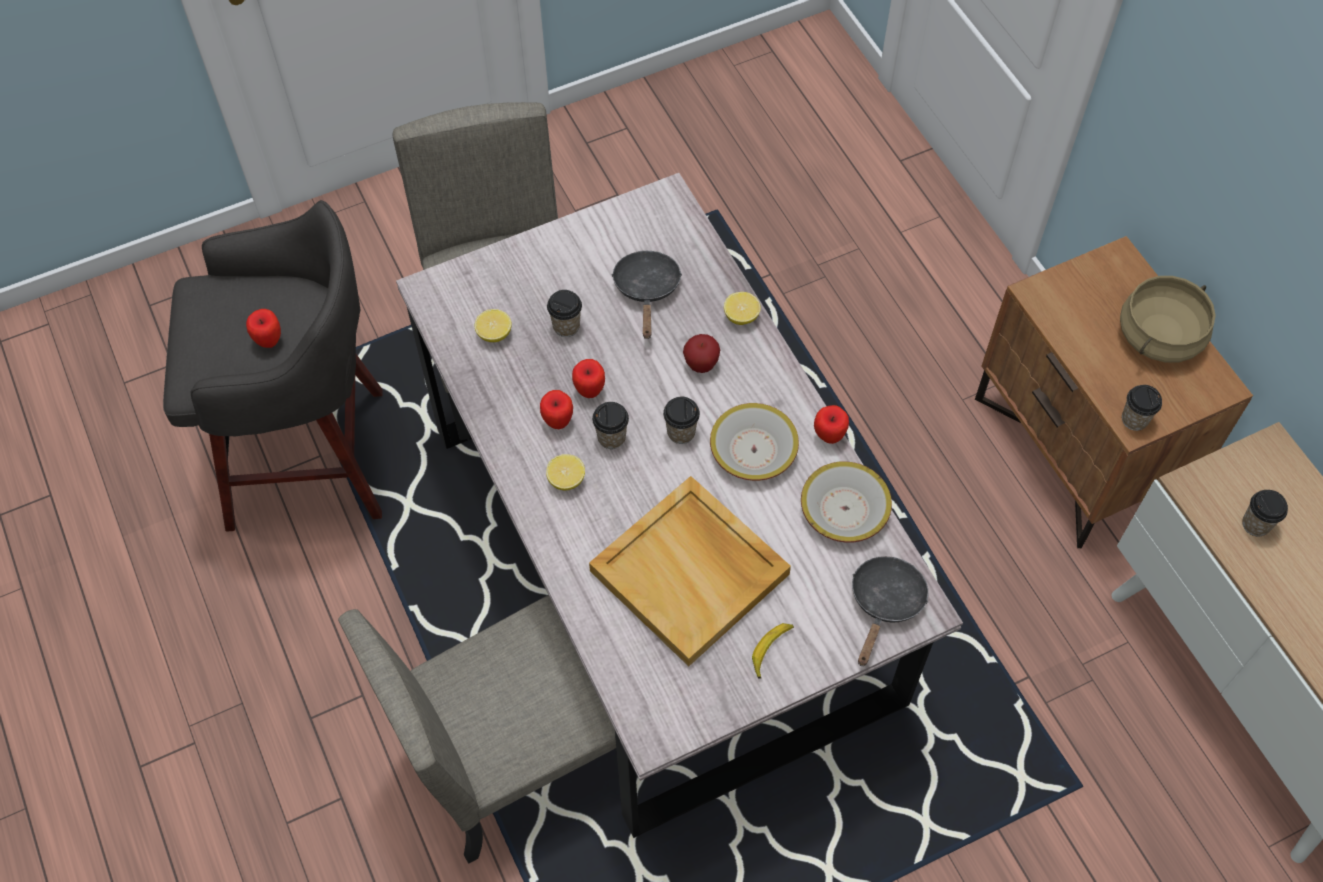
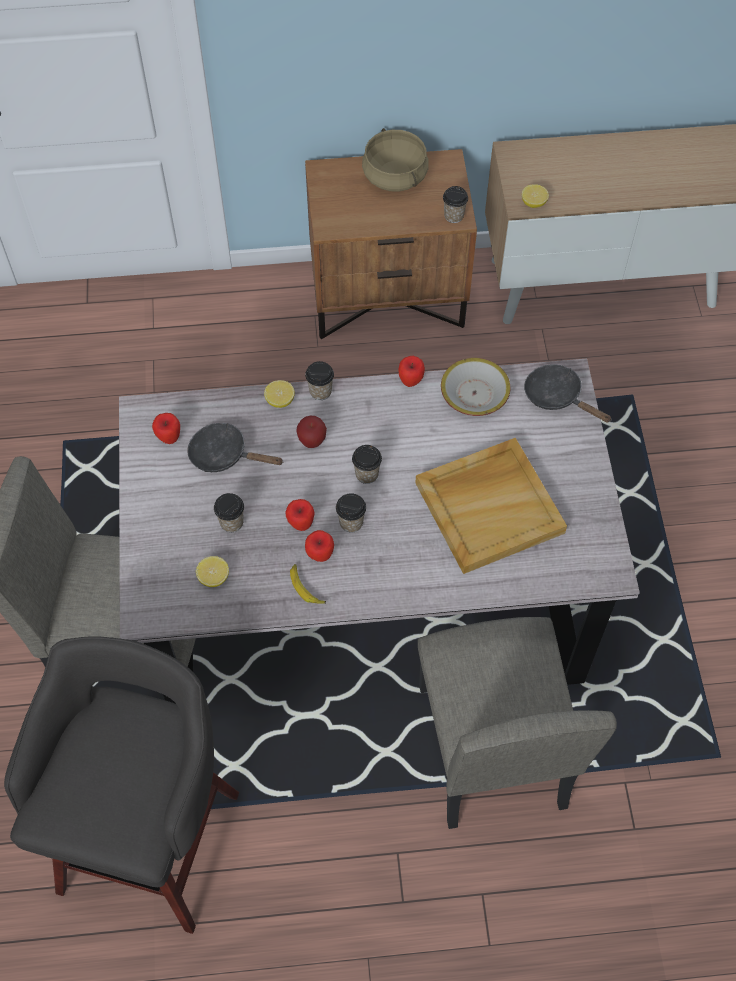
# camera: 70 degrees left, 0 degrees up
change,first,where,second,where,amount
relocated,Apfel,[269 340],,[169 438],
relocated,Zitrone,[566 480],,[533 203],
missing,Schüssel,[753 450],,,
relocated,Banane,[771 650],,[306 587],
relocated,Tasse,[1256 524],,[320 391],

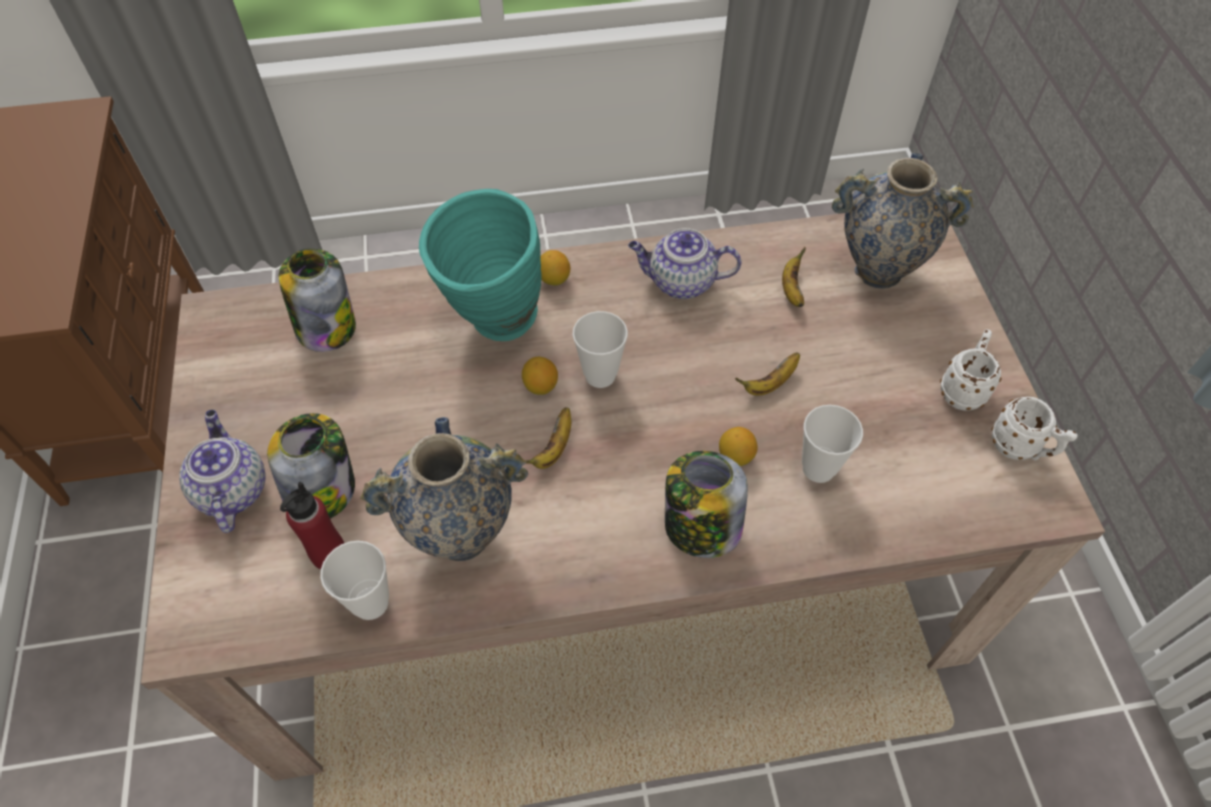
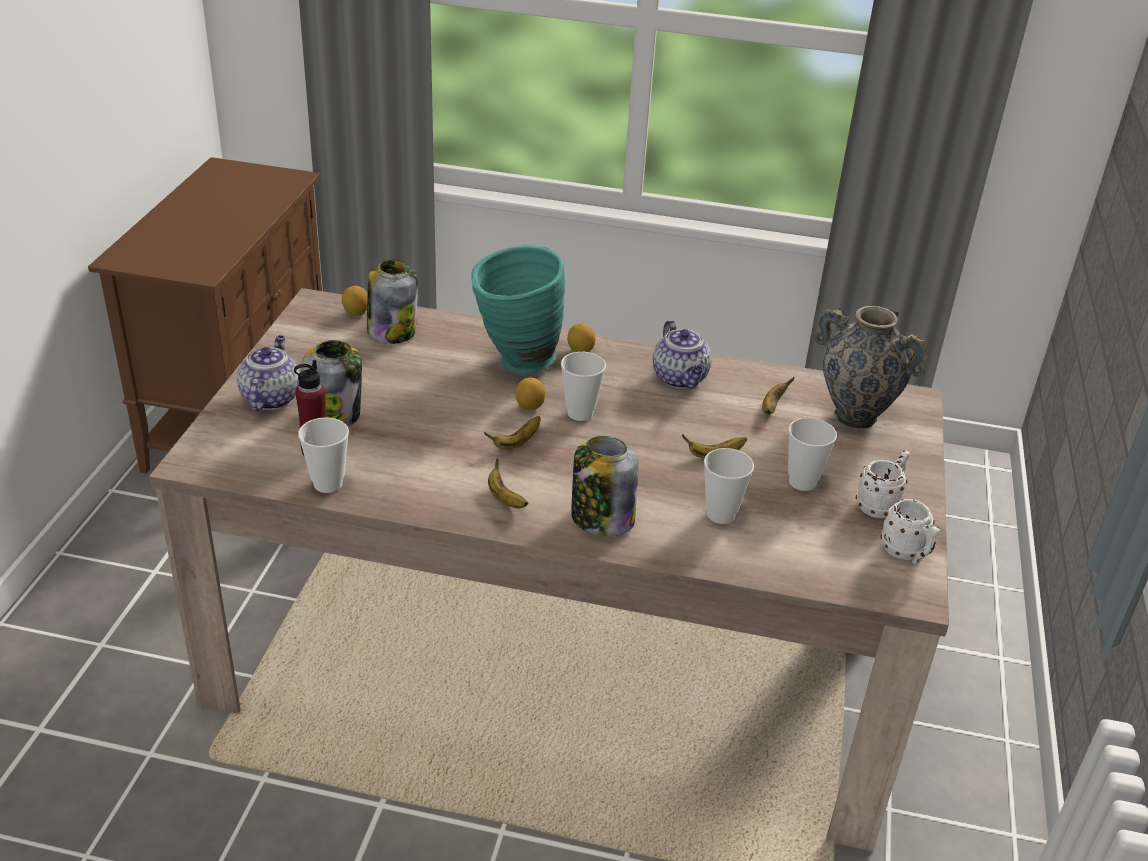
# camera: 20 degrees right, 20 degrees down
change,first,where,second,where,amount
missing,Vase,[461 535],,,
spun,Teekanne,[680 282],,[681 379],135 degrees counterclockwise
relocated,Zitrone,[735 456],,[356 313],
appeared,,,Banane,[504 498],
appeared,,,Tasse,[802 482],

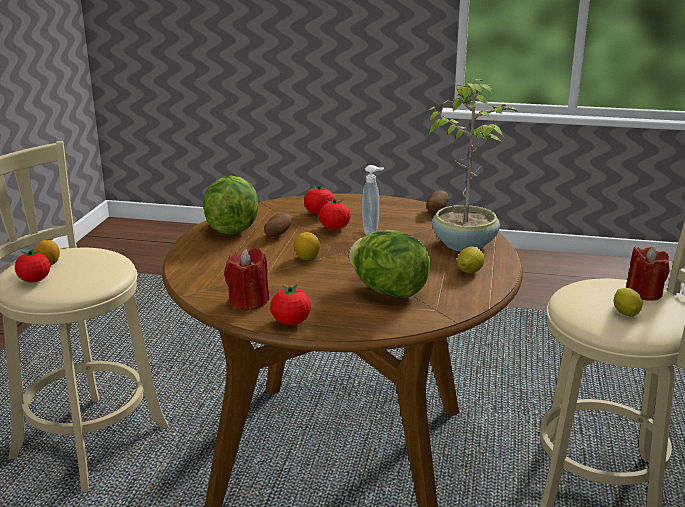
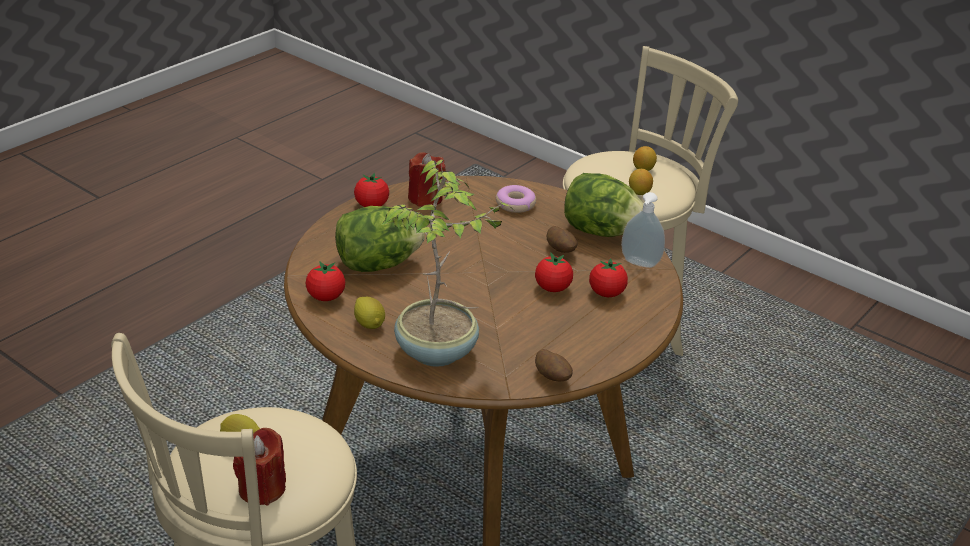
# camera: 115 degrees right, 10 degrees up
change,first,where,second,where,amount
relocated,Tomate,[34 280],,[325 297],
relocated,Zitrone,[307 258],,[639 192],
relocated,Seifenspender,[372 232],,[639 264],
appeared,,,Donut,[515 204],

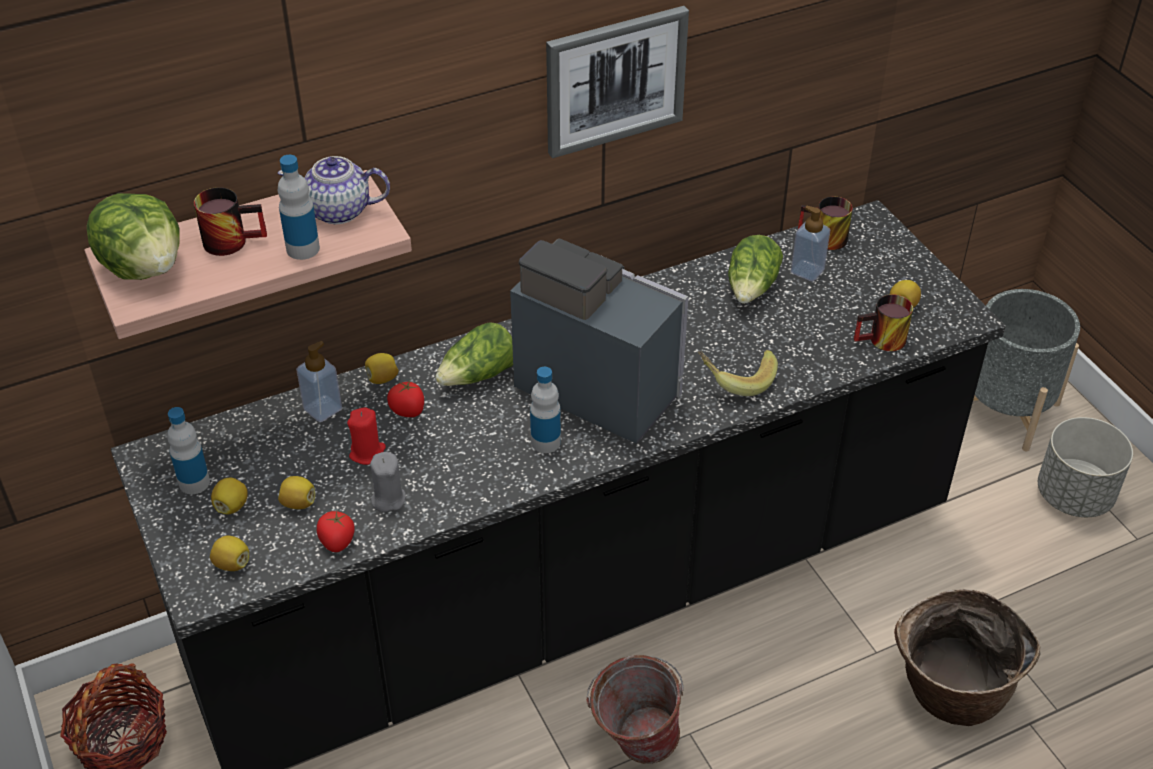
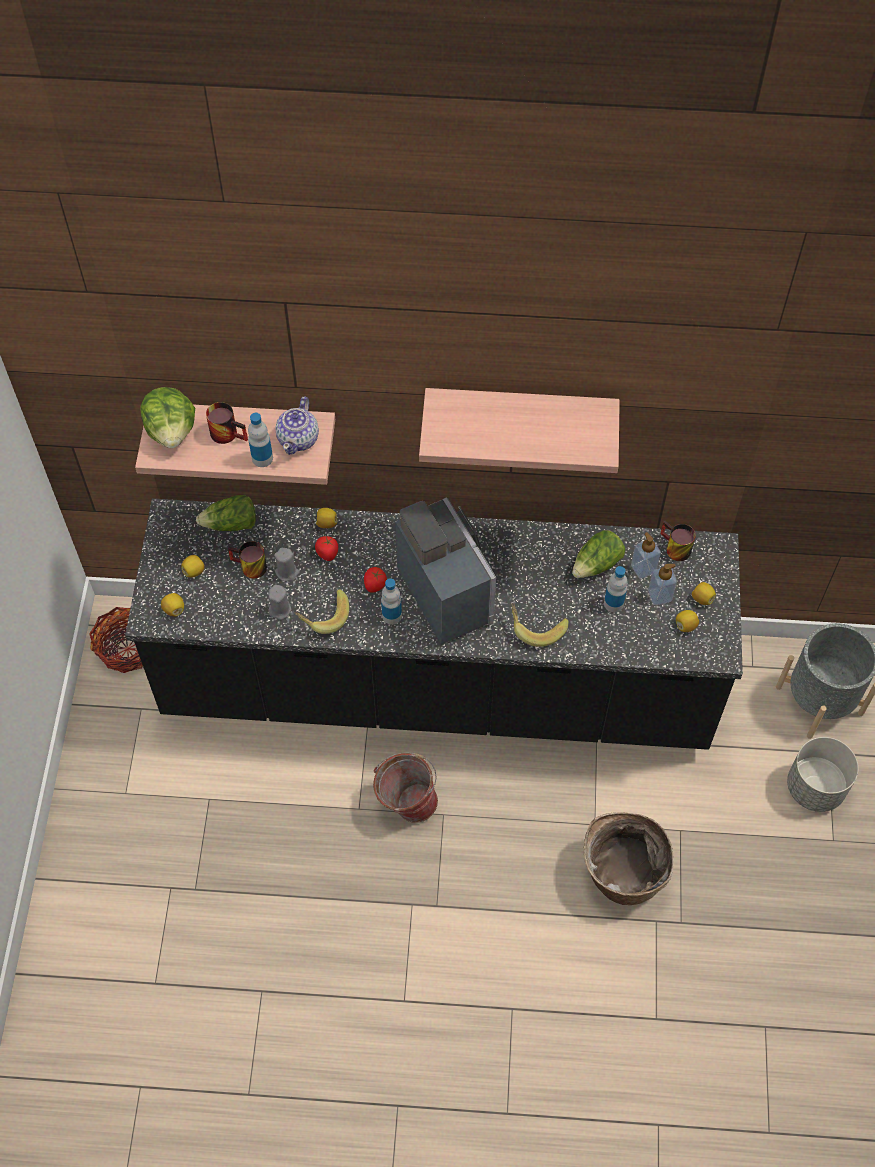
# camera: 30 degrees right, 15 degrees up
change,first,where,second,where,amount
relocated,Flasche,[194 482],,[613 603],
spun,Teekanne,[339 211],,[299 439],105 degrees counterclockwise
relocated,Zitrone,[298 503],,[702 598],
relocated,Seifenspender,[322 409],,[659 595],
relocated,Tomate,[337 541],,[375 585],
colour,Kerze (rot),[367 453],Kerze (grau),[287 572],
relocated,Salatkopf,[478 375],,[231 524],
exchanged,Bild,[614 80],Wandregal,[520 413],
relocated,Henkelbecher,[882 342],,[249 568],
appeared,,,Banane,[323 616],

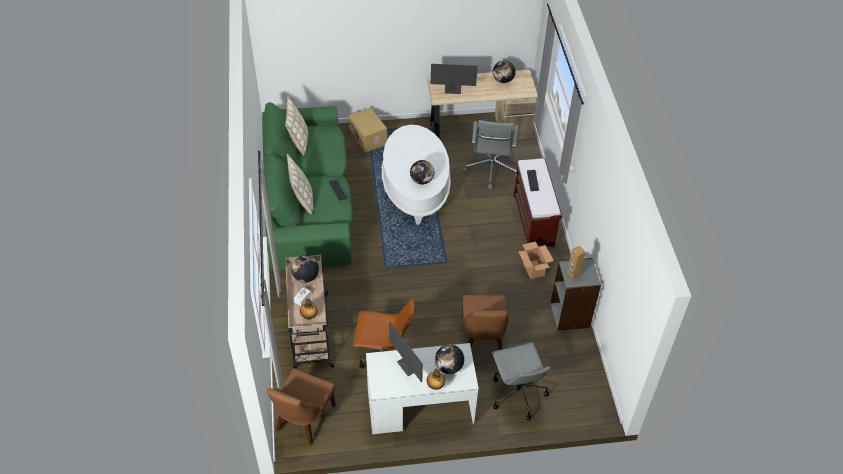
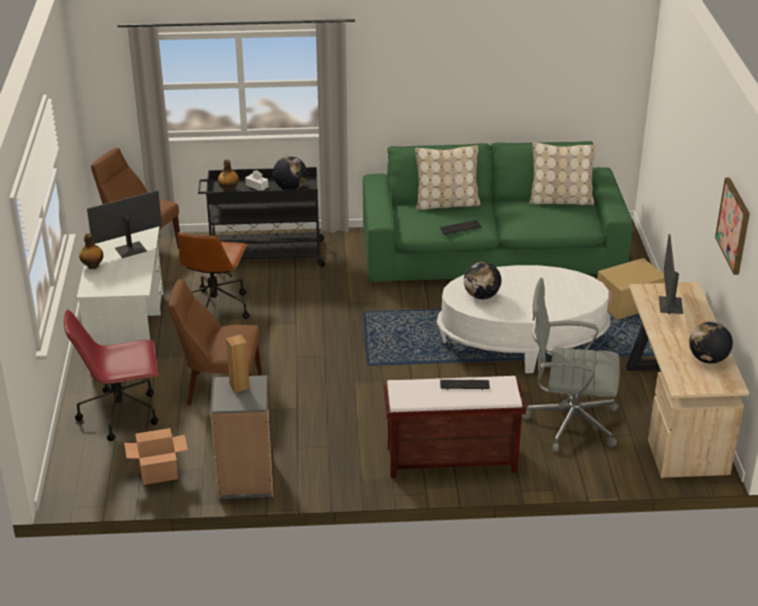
# camera: 95 degrees right, 15 degrees down
change,first,where,second,where,amount
colour,Rollwagen (beige),[310 332],Rollwagen (schwarz),[264 255],
missing,Globus,[448 367],,,
colour,Bürostuhl (grau),[517 394],Bürostuhl (rot),[121 413],
relocated,Karton,[533 269],,[159 473],
appeared,,,Bild,[734 225],

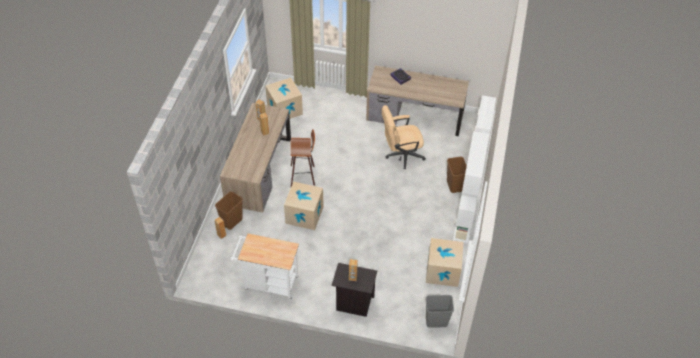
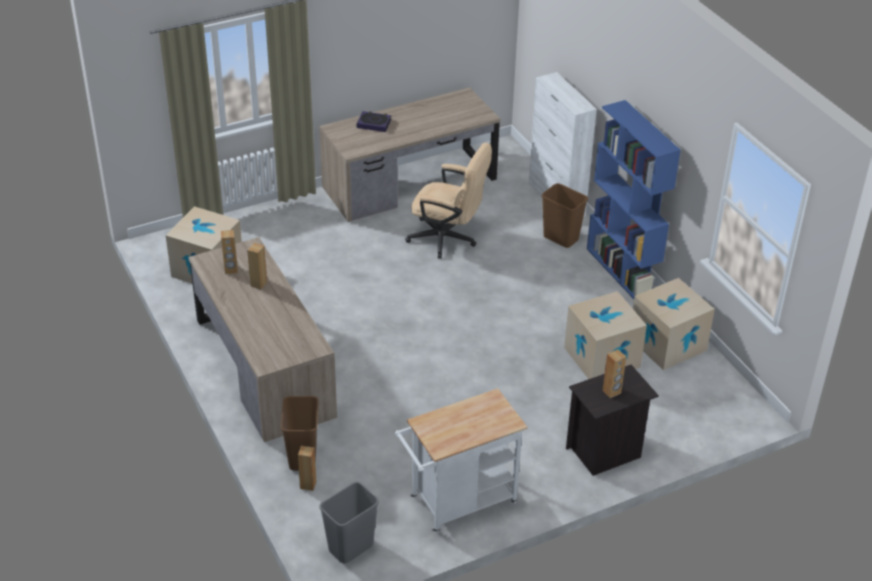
# camera: 40 degrees left, 10 degrees down
change,first,where,second,where,amount
relocated,Karton,[304 215],,[602 357],
missing,Hocker,[303 175],,,
spun,Bürostuhl (beige),[401 155],,[448 239],105 degrees counterclockwise
relocated,Mülleimer (grau),[436 322],,[351 548],
colour,Bücherregal (weiß),[464 221],Bücherregal (blau),[622 271],

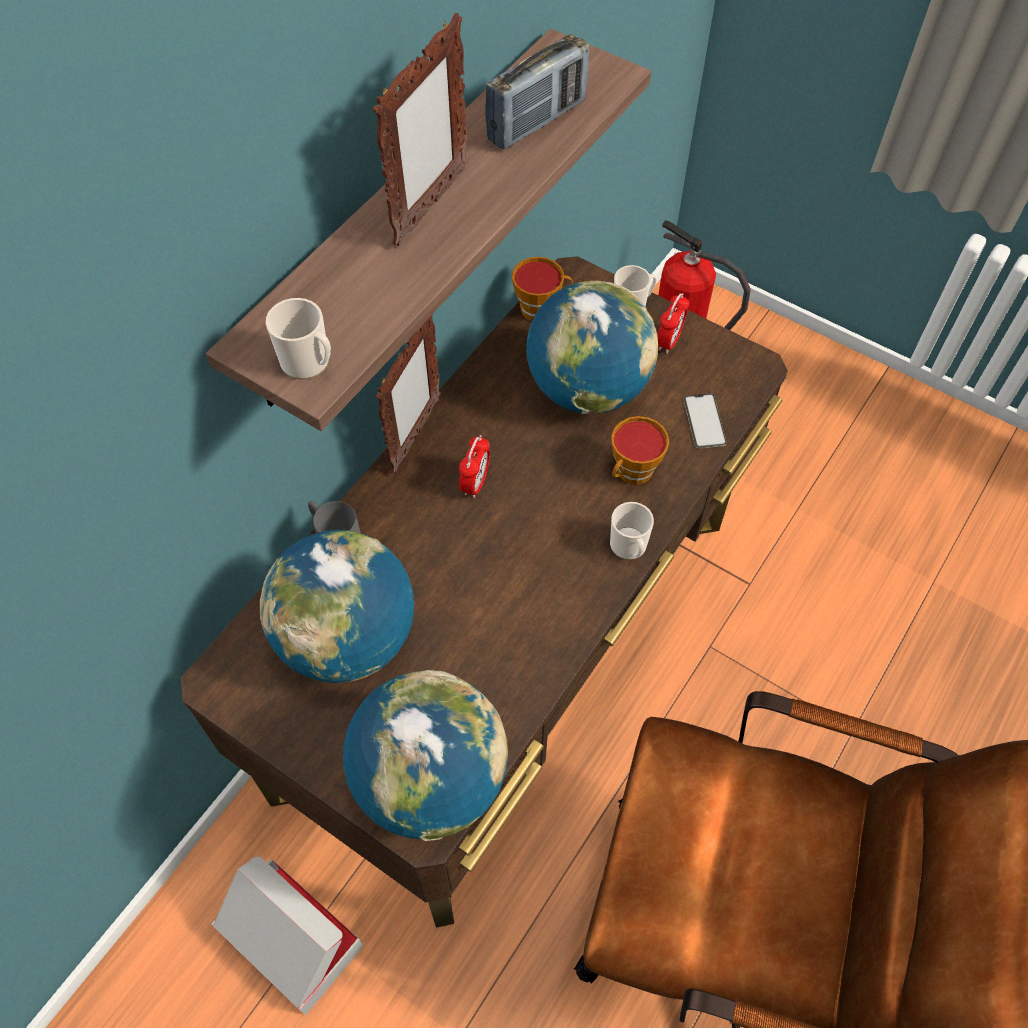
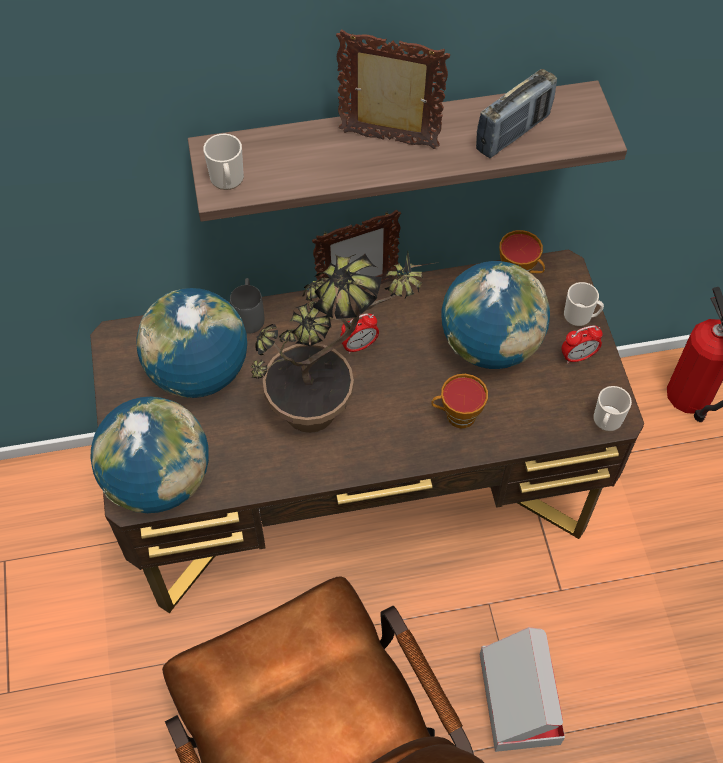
# camera: 45 degrees right, 0 degrees up
change,first,where,second,where,amount
relocated,Karton,[290 938],,[519 698],
spun,Bilderrahmen,[430 206],,[389 140],150 degrees counterclockwise
spun,Radio,[537 121],,[513 133],45 degrees counterclockwise
relocated,Henkelbecher,[629 548],,[606 421],
missing,Handy,[704 421],,,
appeared,,,Topfpflanze,[330 406],

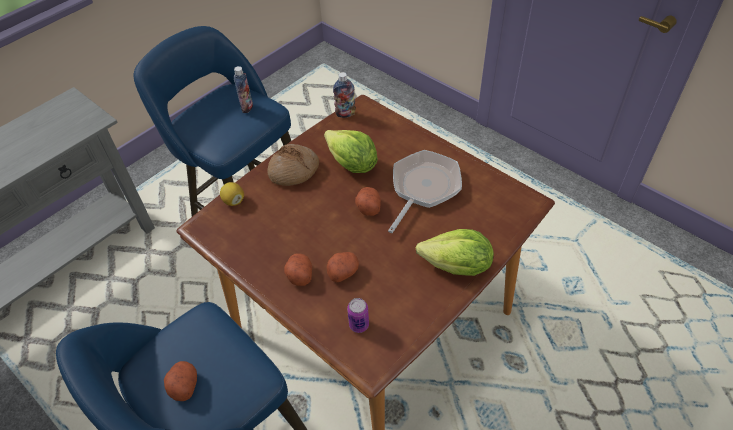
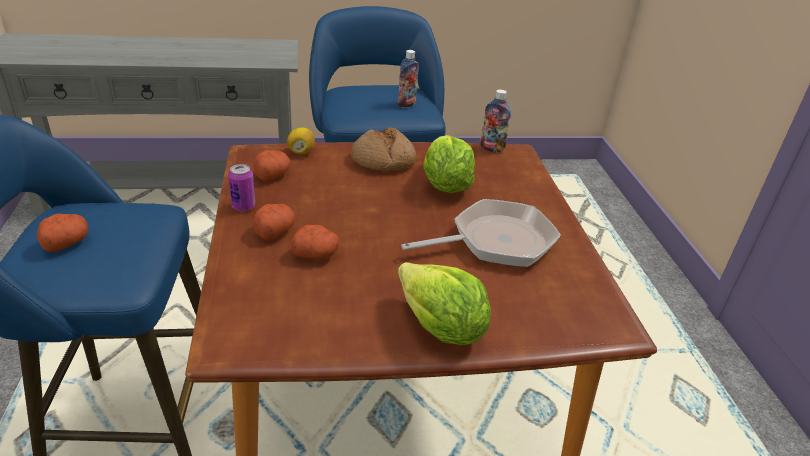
# camera: 35 degrees right, 15 degrees down
change,first,where,second,where,amount
relocated,Dose,[359 325],,[243 206],
relocated,Kartoffel,[368 207],,[272 175],

